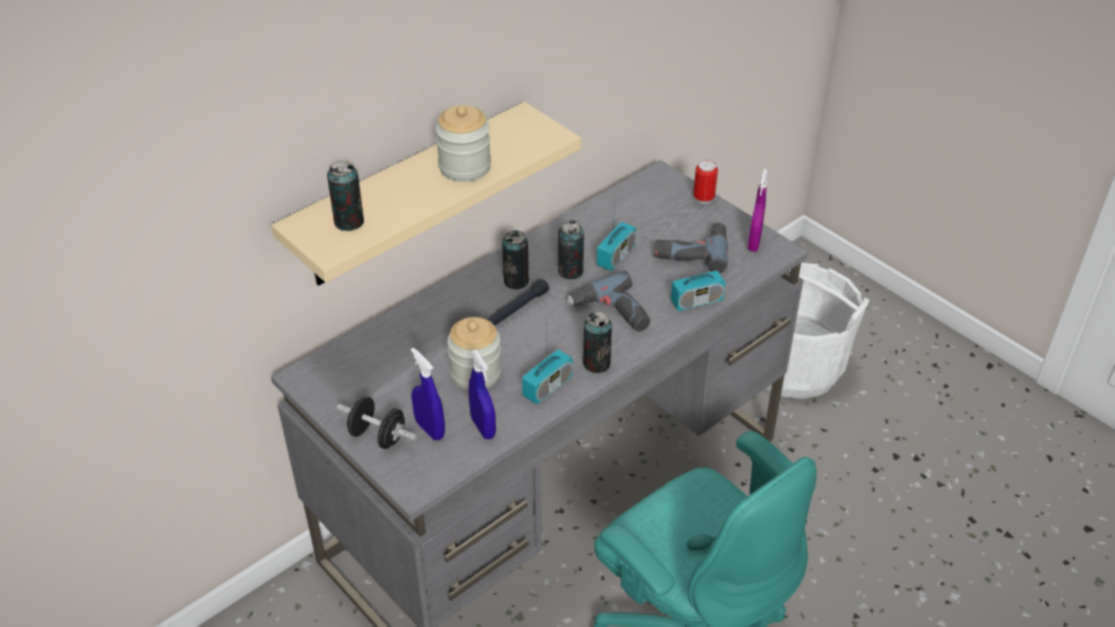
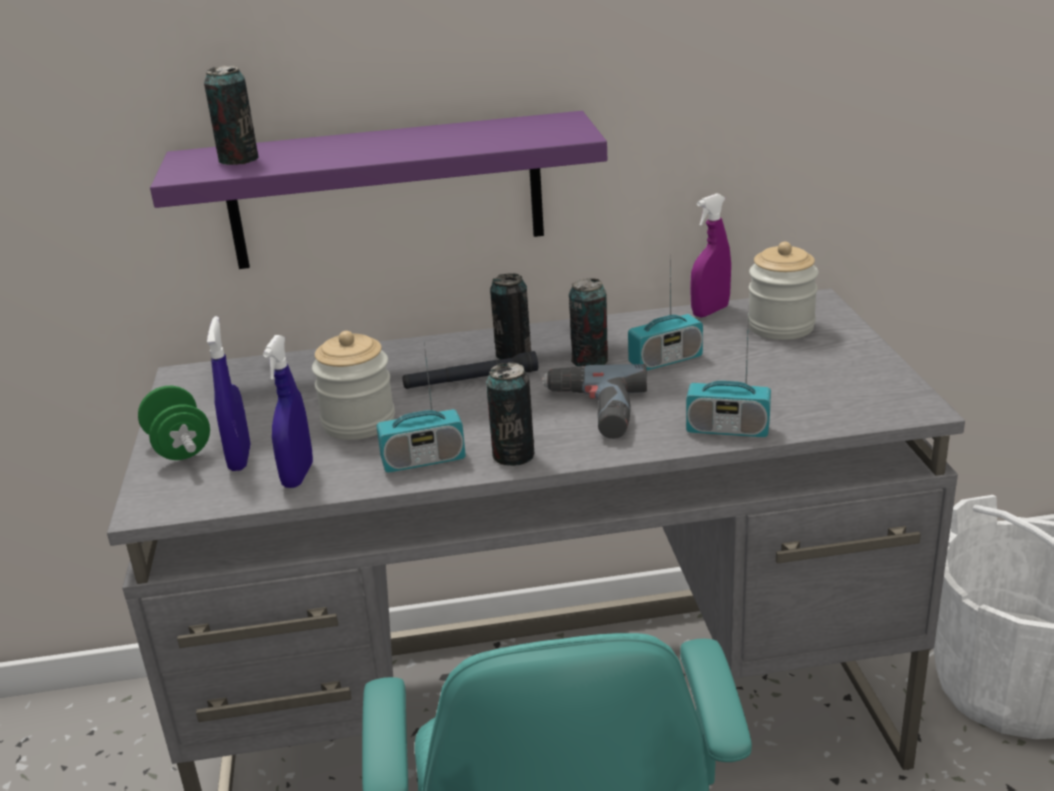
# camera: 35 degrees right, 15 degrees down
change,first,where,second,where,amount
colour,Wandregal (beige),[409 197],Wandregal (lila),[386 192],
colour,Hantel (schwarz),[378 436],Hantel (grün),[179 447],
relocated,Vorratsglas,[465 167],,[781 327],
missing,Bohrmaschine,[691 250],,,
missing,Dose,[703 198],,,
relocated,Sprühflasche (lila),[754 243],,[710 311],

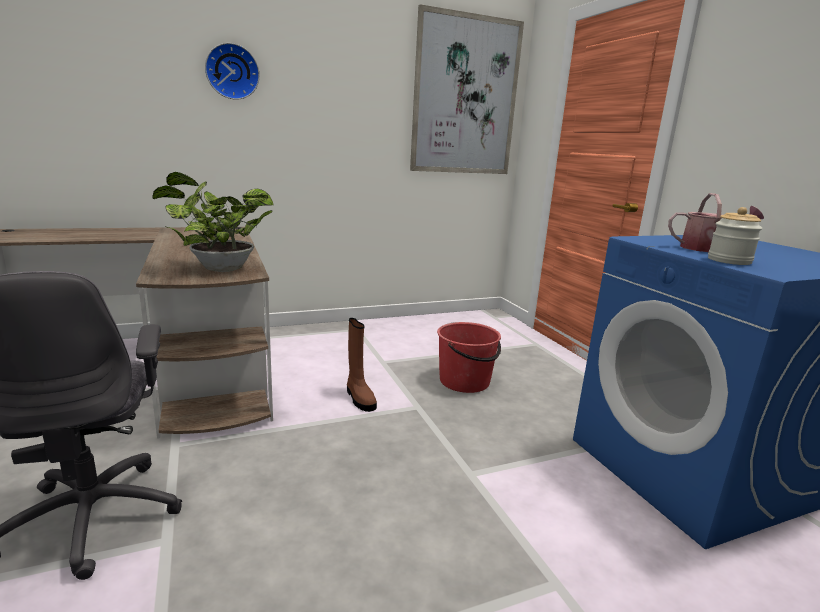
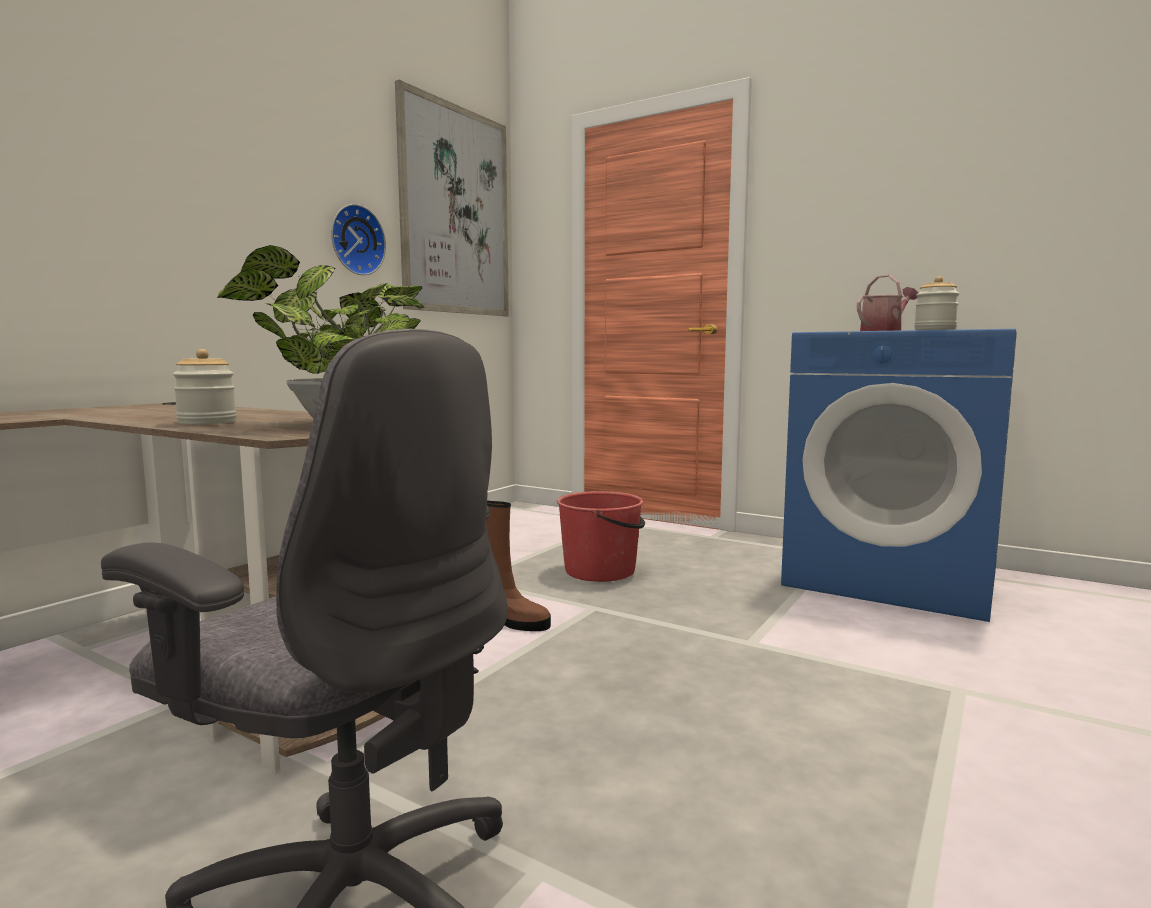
# camera: 35 degrees left, 10 degrees down
change,first,where,second,where,amount
relocated,Wanduhr,[232 72],,[355 240],
appeared,,,Vorratsglas,[207 422],

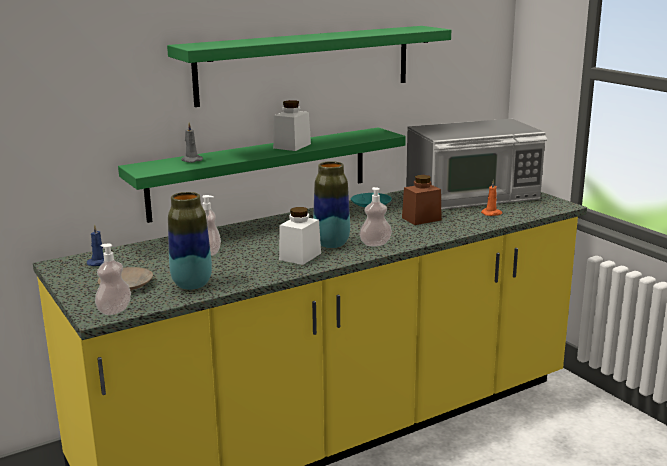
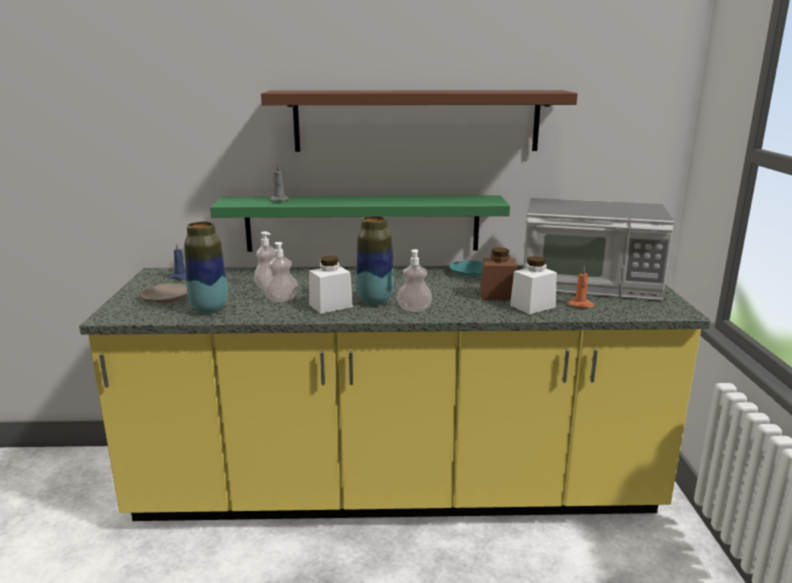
# camera: 30 degrees right, 0 degrees up
change,first,where,second,where,amount
relocated,Seifenspender,[114 310],,[282 300],
colour,Wandregal (grün),[306 64],Wandregal (braun),[416 121],
relocated,Vorratsglas (weiß),[292 146],,[532 306],

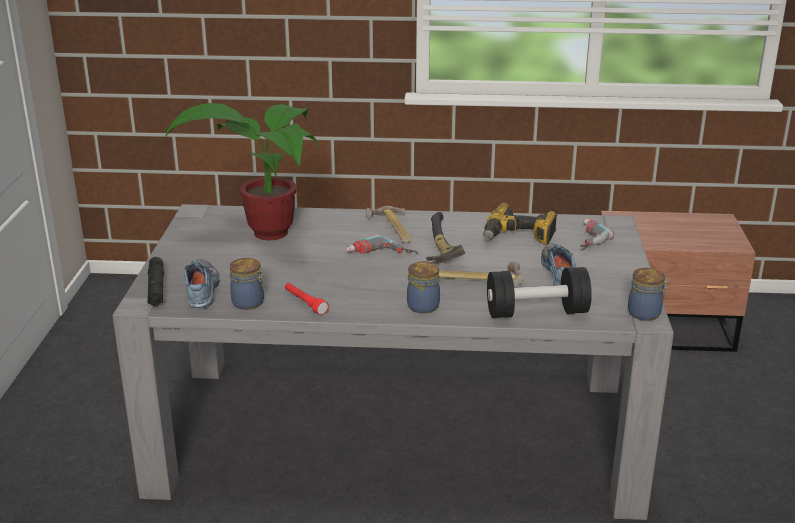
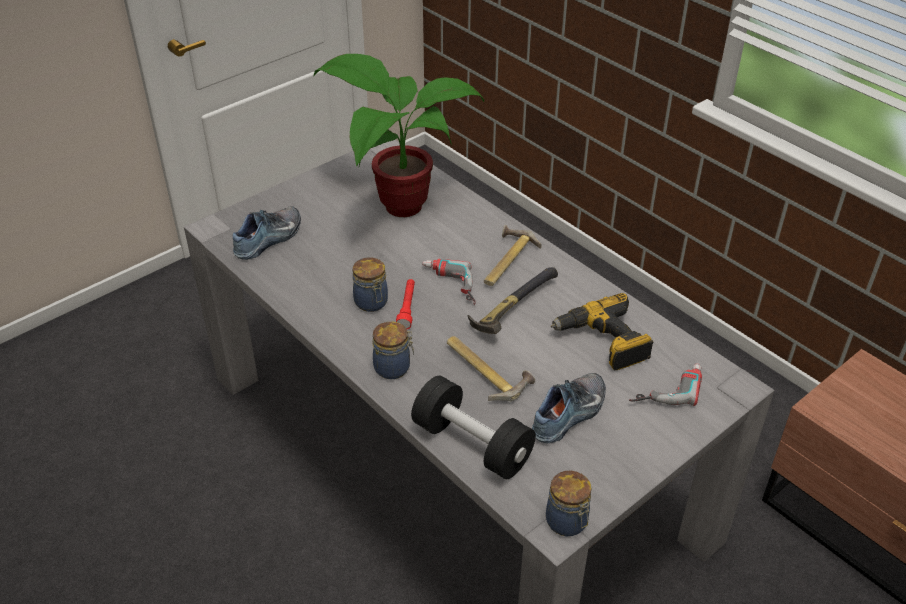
# camera: 45 degrees right, 15 degrees up
change,first,where,second,where,amount
missing,Taschenlampe (schwarz),[156 288],,,
relocated,Vorratsglas,[249 303],,[371 303],
relocated,Taschenlampe (rot),[305 303],,[407 308],

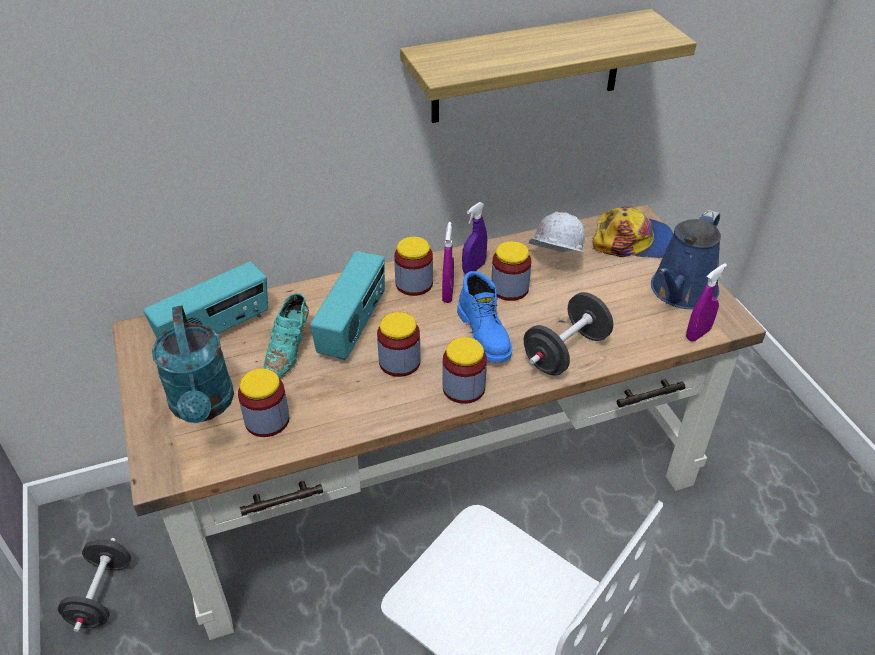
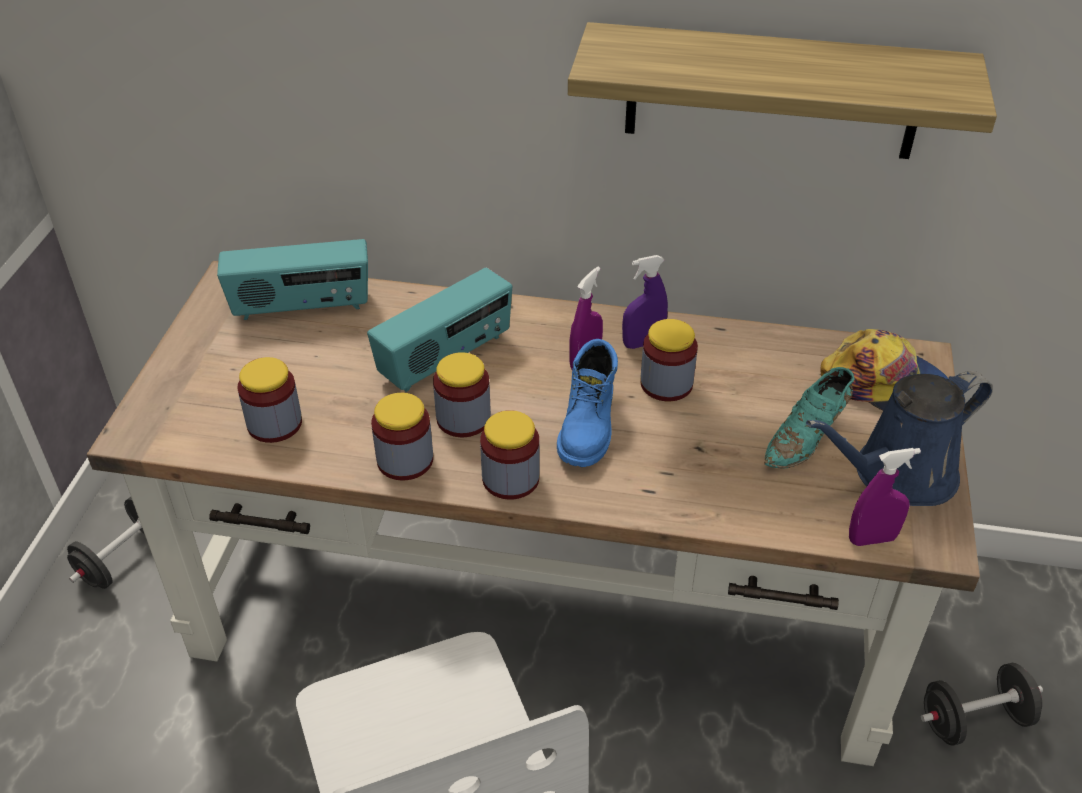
# camera: 30 degrees right, 0 degrees up
change,first,where,second,where,amount
missing,Gießkanne (türkis),[203 407],,,
relocated,Schuh (türkis),[289 351],,[807 438],
relocated,Vorratsglas,[414 284],,[405 460],
relocated,Hantel (schwarz),[565 352],,[974 720],
missing,Schutzhelm (weiß),[553 263],,,

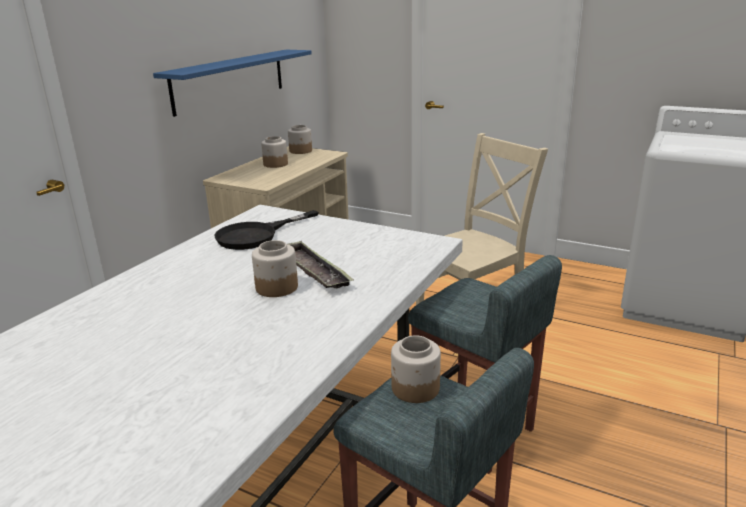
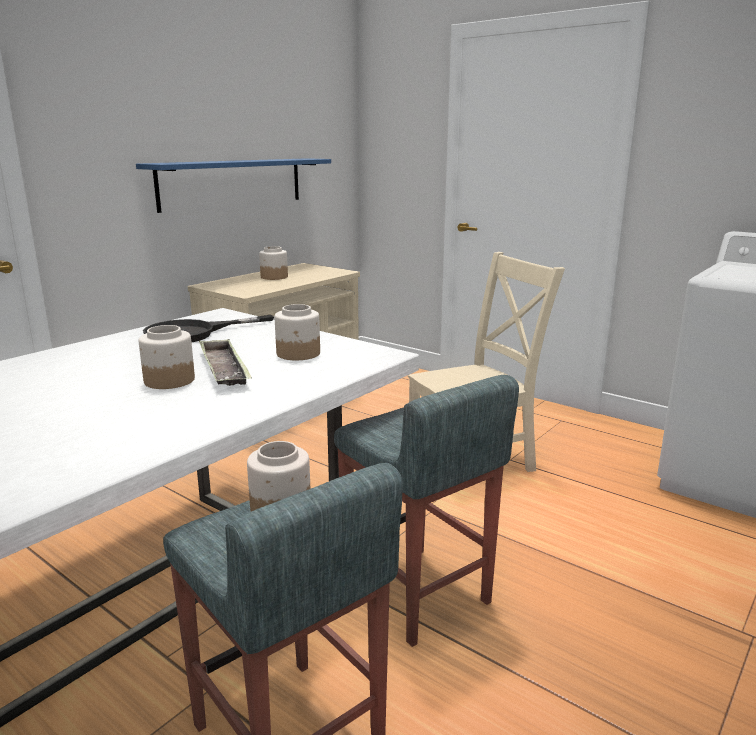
# camera: 10 degrees right, 5 degrees down
change,first,where,second,where,amount
relocated,Vorratsglas,[301 151],,[298 354],

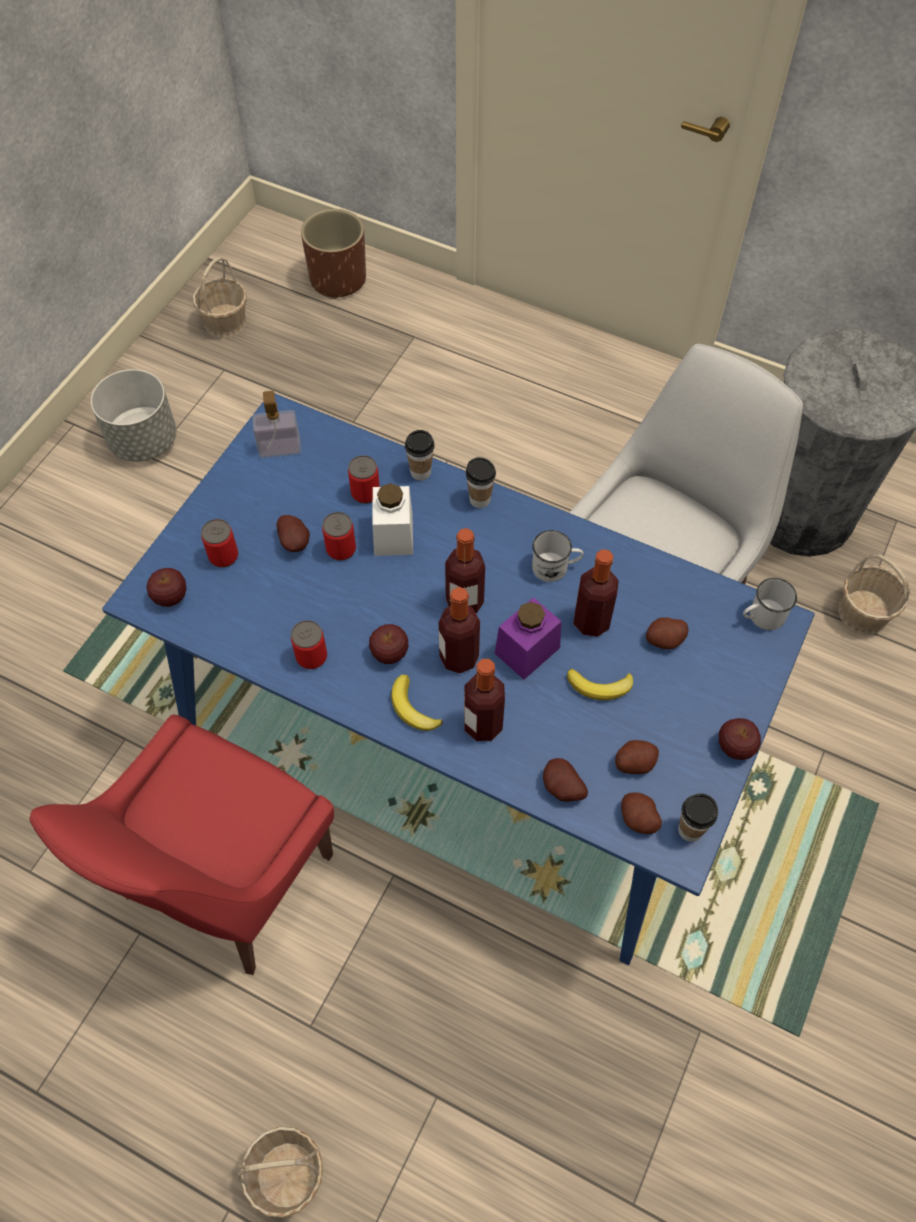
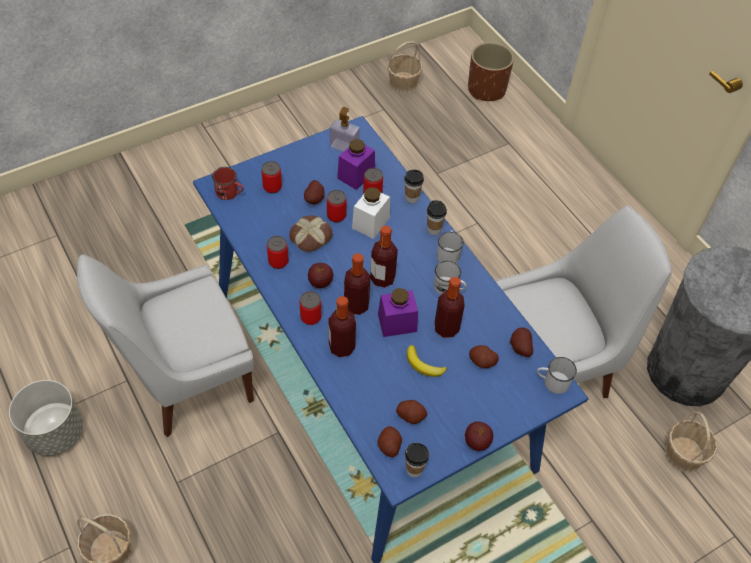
# camera: 30 degrees right, 5 degrees down
change,first,where,second,where,amount
colour,Stuhl (rot),[223 882],Stuhl (weiß),[186 380],
relocated,Pflanzkübel (grau),[143 441],,[55 432],
exchanged,Apfel,[170 597],Henkelbecher (rot),[230 193],
exchanged,Banane,[412 708],Dose,[311 317],
relocated,Kartoffel,[561 789],,[519 348],
appeared,,,Brot,[310 236],
appeared,,,Vorratsglas (lila),[356 175],
appeared,,,Henkelbecher (weiß),[448 254],

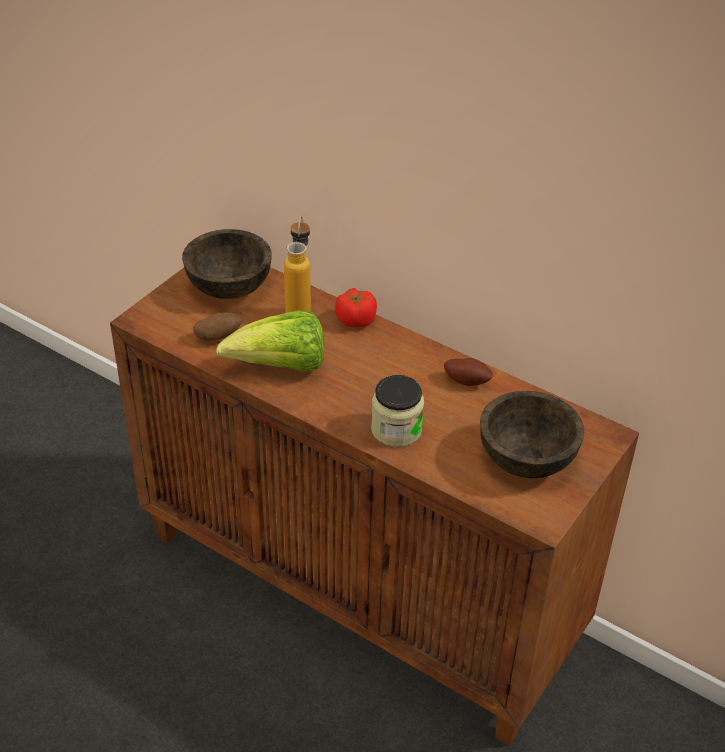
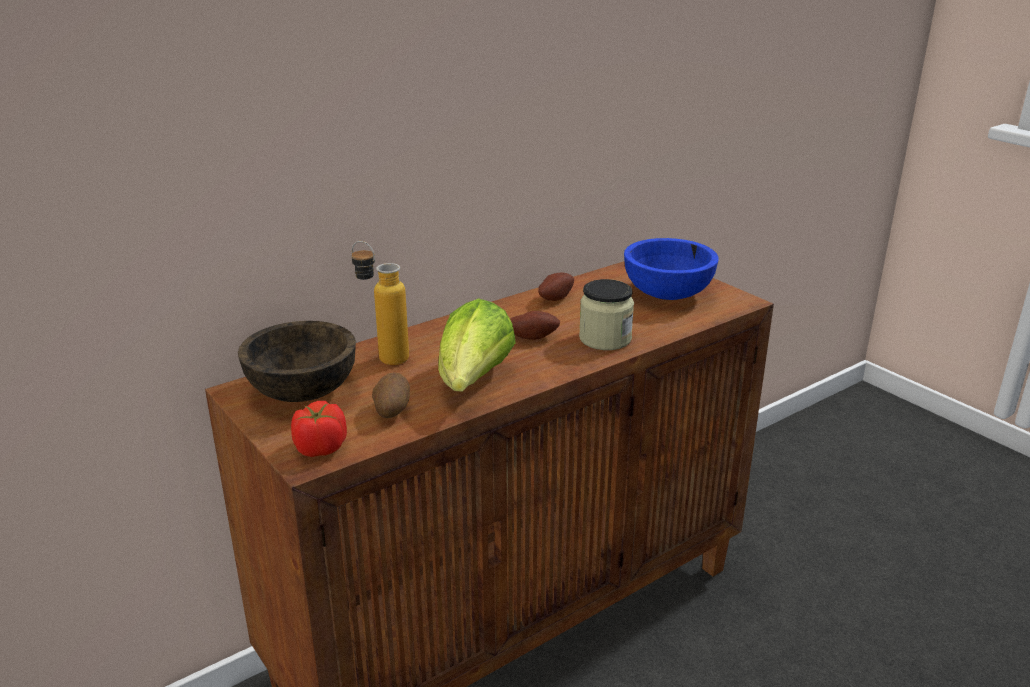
# camera: 70 degrees left, 15 degrees down
change,first,where,second,where,amount
relocated,Tomate,[355 320],,[320 448],
colour,Schüssel (braun),[526 459],Schüssel (blau),[668 294],
appeared,,,Kartoffel,[533 337],

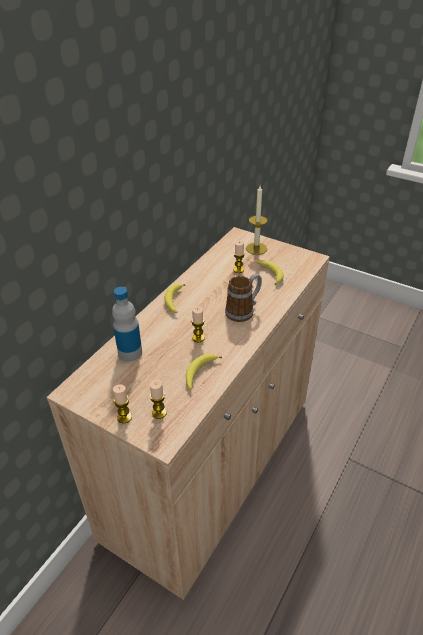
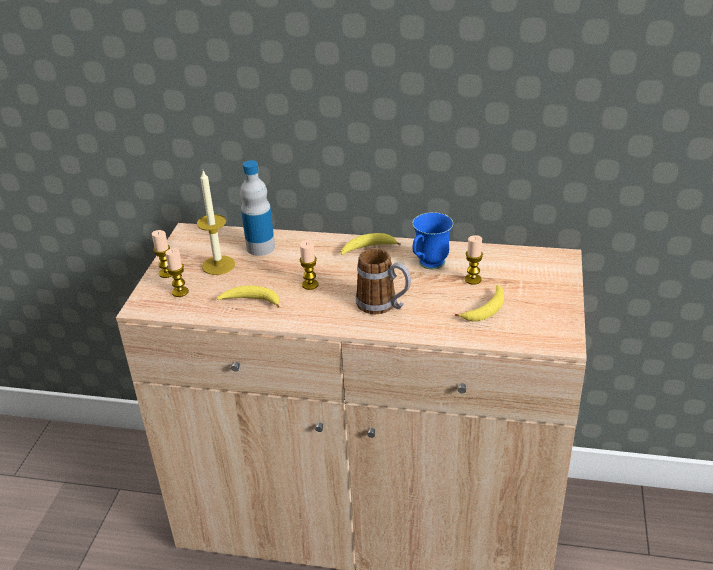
# camera: 70 degrees right, 5 degrees down
change,first,where,second,where,amount
relocated,Kerze,[256 248],,[218 265],
appeared,,,Henkelbecher (blau),[428 266],

